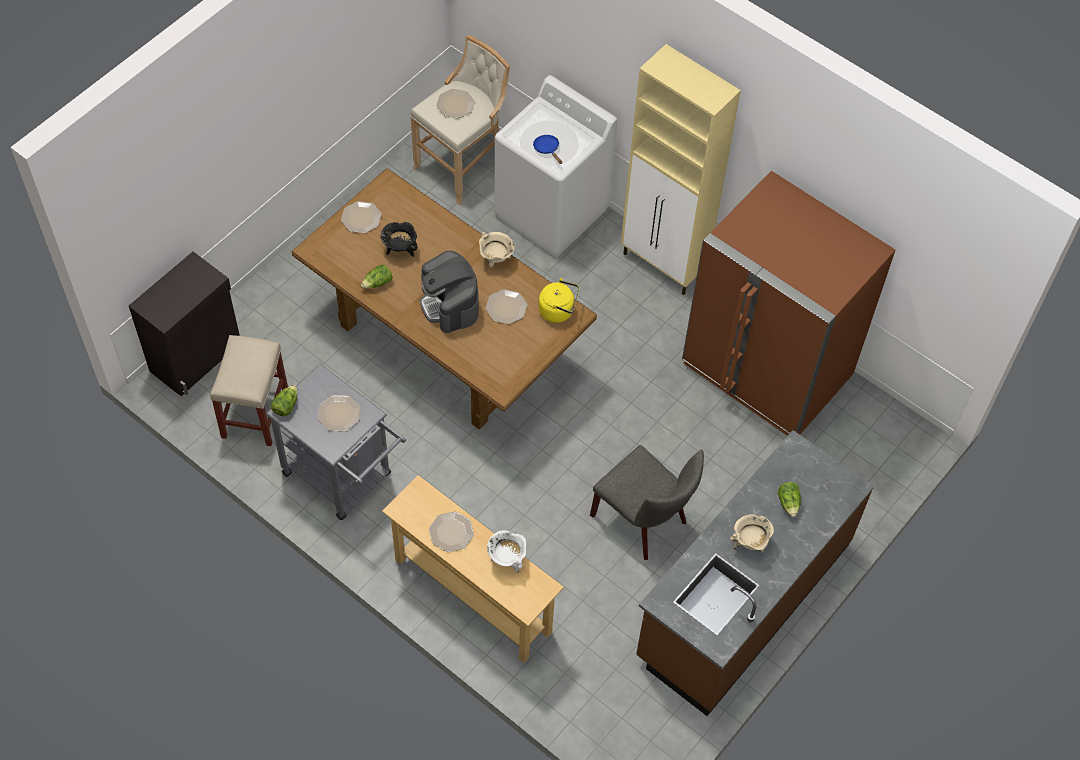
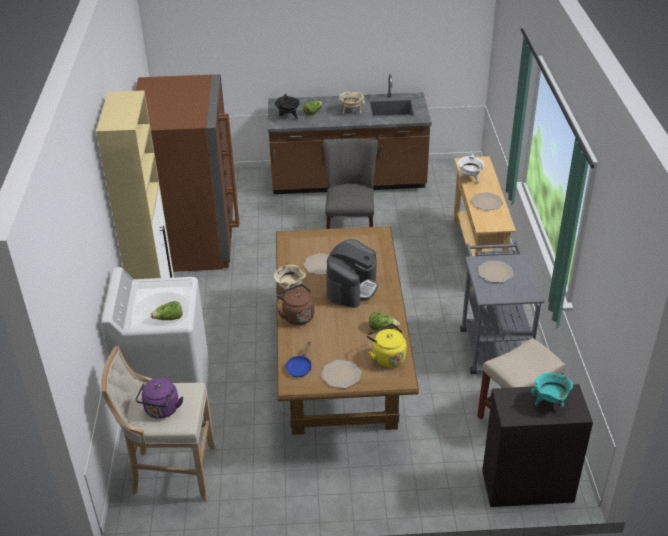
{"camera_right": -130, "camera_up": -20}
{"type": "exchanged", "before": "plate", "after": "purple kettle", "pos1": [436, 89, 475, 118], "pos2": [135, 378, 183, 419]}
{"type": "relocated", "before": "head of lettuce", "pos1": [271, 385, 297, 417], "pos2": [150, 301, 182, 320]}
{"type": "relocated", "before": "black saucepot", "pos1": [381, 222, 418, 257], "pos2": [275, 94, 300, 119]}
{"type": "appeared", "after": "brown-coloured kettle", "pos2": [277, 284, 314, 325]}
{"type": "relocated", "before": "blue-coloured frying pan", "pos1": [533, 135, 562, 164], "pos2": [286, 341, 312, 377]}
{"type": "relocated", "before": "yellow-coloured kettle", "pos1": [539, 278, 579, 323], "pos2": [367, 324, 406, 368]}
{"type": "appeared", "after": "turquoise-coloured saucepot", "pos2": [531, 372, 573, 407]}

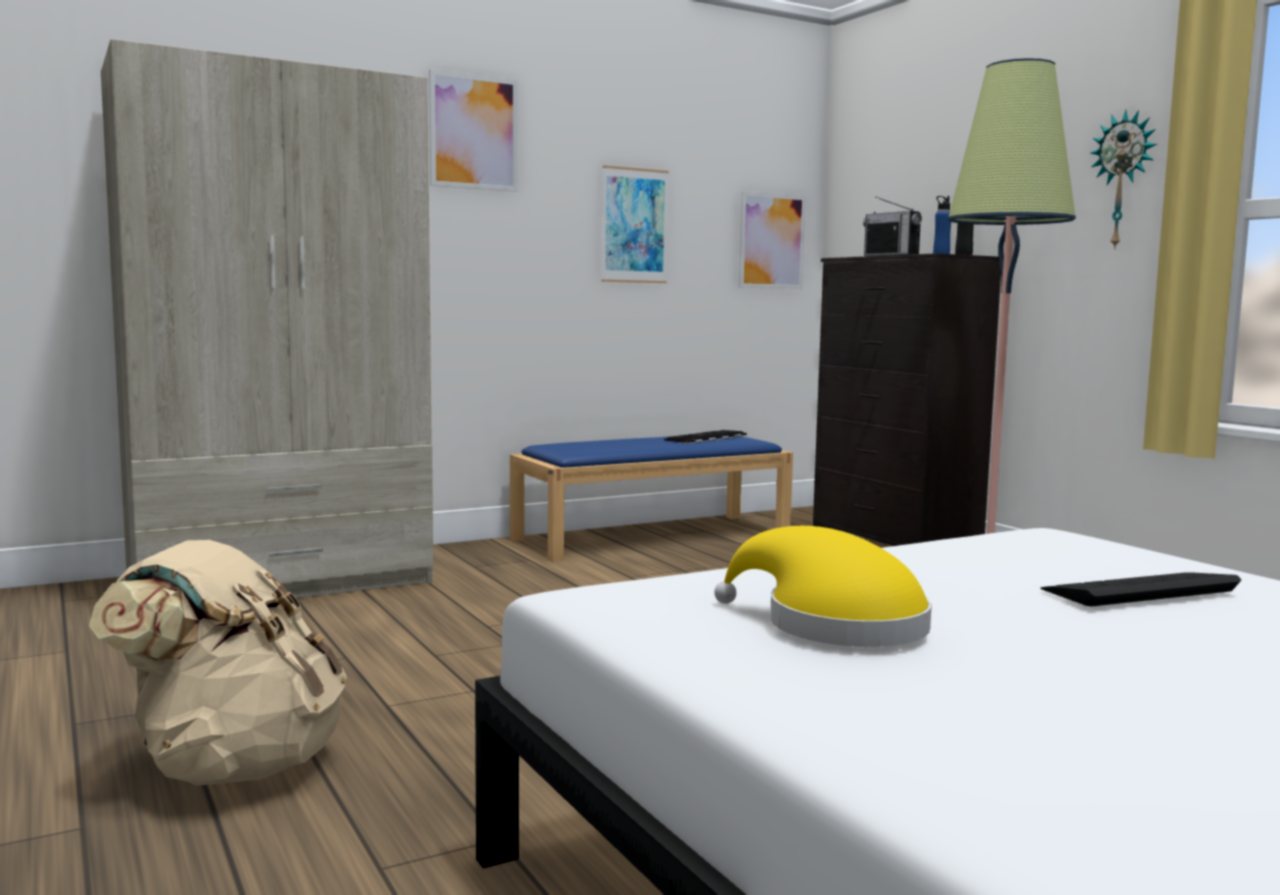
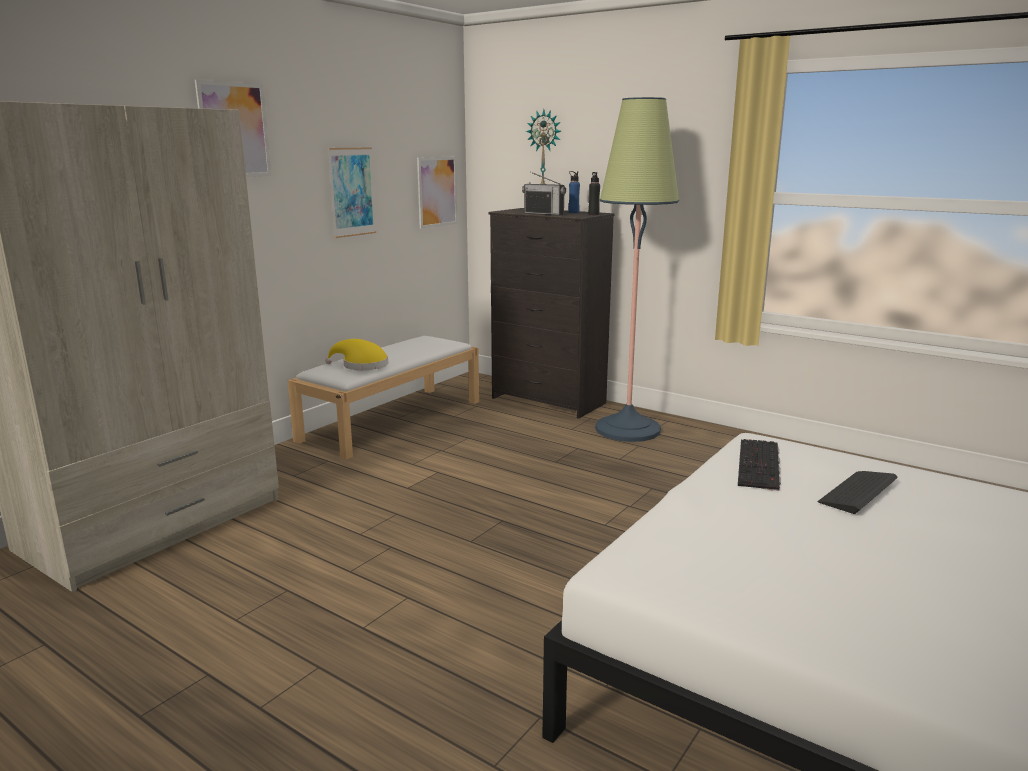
{"camera_right": -25, "camera_up": 10}
{"type": "colour", "before": "blue-coloured long seat", "after": "white long seat", "pos1": [510, 436, 793, 562], "pos2": [287, 336, 479, 460]}
{"type": "relocated", "before": "yellow-coloured wearable hat", "pos1": [714, 526, 932, 647], "pos2": [325, 339, 388, 370]}
{"type": "relocated", "before": "hanging clock", "pos1": [1091, 109, 1157, 250], "pos2": [526, 109, 561, 184]}
{"type": "relocated", "before": "keyboard", "pos1": [664, 430, 747, 444], "pos2": [738, 439, 781, 491]}
{"type": "missing", "before": "beige backpack", "pos1": [89, 540, 347, 786]}

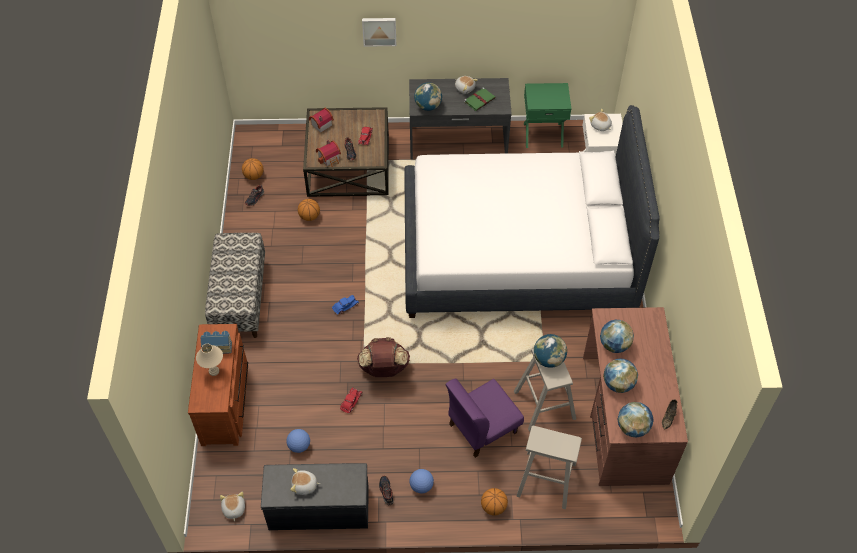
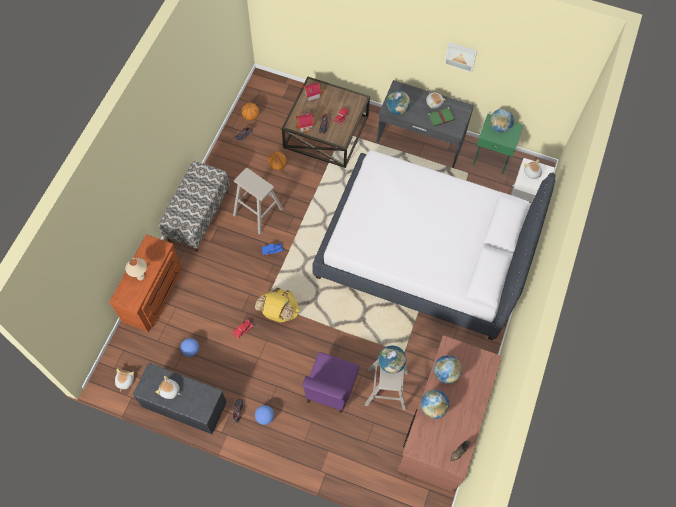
{"camera_right": 20, "camera_up": 10}
{"type": "relocated", "before": "beige stool", "pos1": [516, 426, 582, 510], "pos2": [233, 168, 284, 235]}
{"type": "colour", "before": "brown-coloured backpack", "after": "yellow-coloured backpack", "pos1": [357, 337, 410, 377], "pos2": [255, 288, 299, 322]}
{"type": "spun", "before": "purple plain chair", "pos1": [446, 379, 524, 458], "pos2": [303, 352, 359, 413], "turn": -60}
{"type": "relocated", "before": "wall picture", "pos1": [362, 18, 396, 47], "pos2": [444, 42, 477, 72]}
{"type": "relocated", "before": "globe", "pos1": [618, 402, 654, 438], "pos2": [490, 109, 514, 133]}
{"type": "missing", "before": "model house", "pos1": [200, 331, 232, 354]}
{"type": "missing", "before": "basketball", "pos1": [481, 488, 508, 515]}

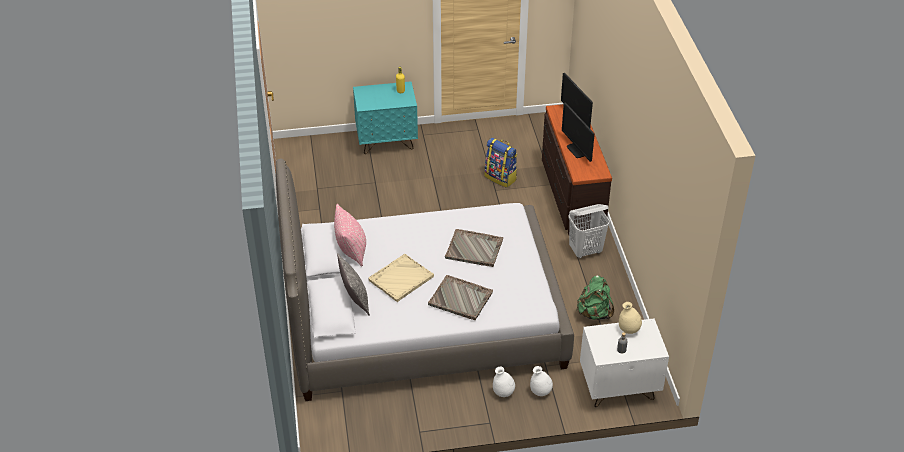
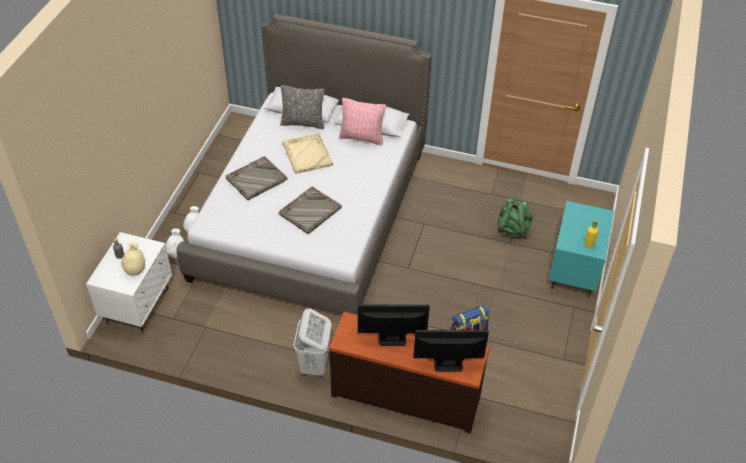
{"camera_right": 115, "camera_up": 5}
{"type": "relocated", "before": "green-coloured backpack", "pos1": [576, 275, 614, 320], "pos2": [497, 197, 533, 239]}

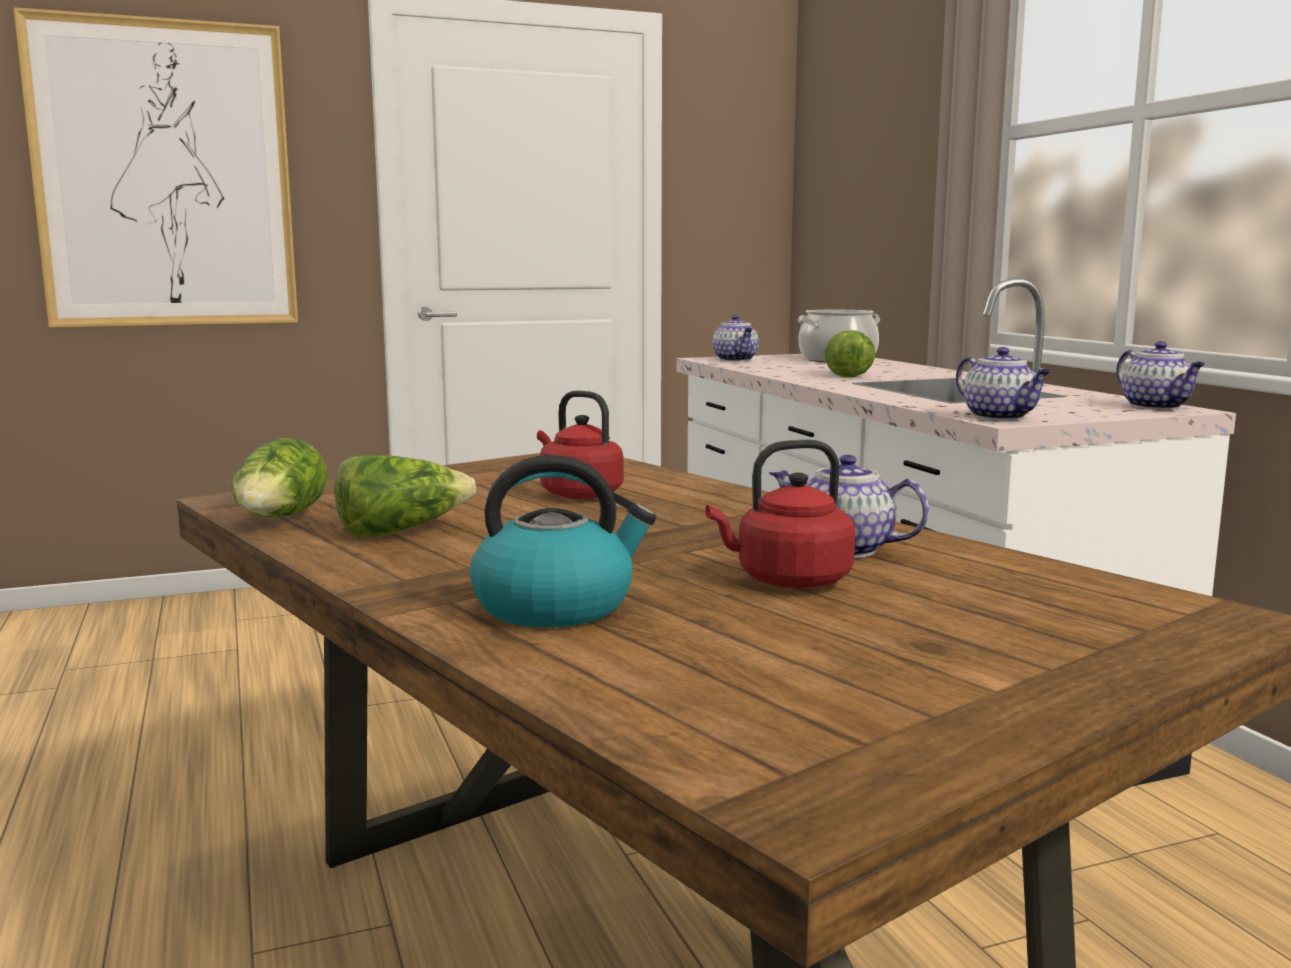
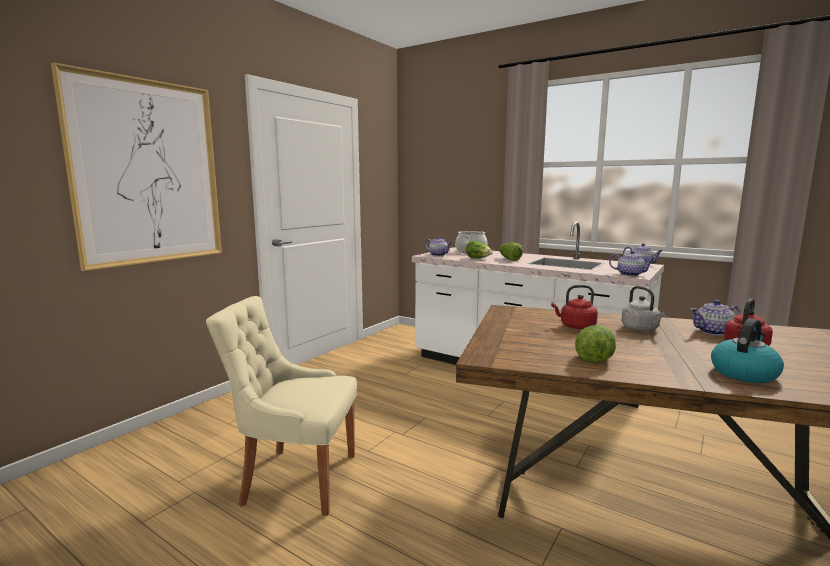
{"camera_right": -35, "camera_up": 0}
{"type": "appeared", "after": "beige plain chair", "pos2": [206, 296, 357, 516]}
{"type": "relocated", "before": "head of lettuce", "pos1": [231, 438, 327, 517], "pos2": [466, 240, 493, 258]}
{"type": "appeared", "after": "grey kettle", "pos2": [621, 286, 666, 331]}

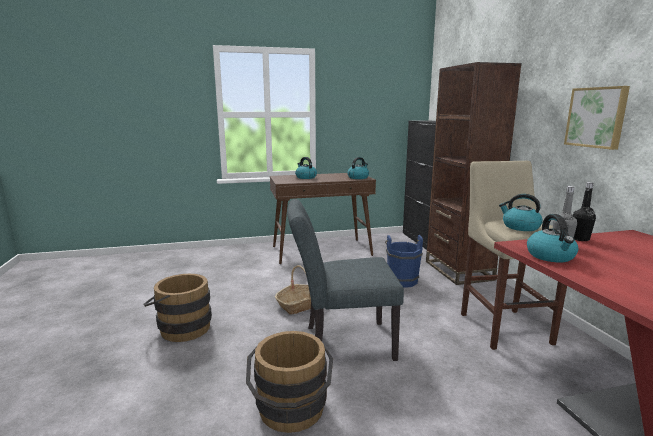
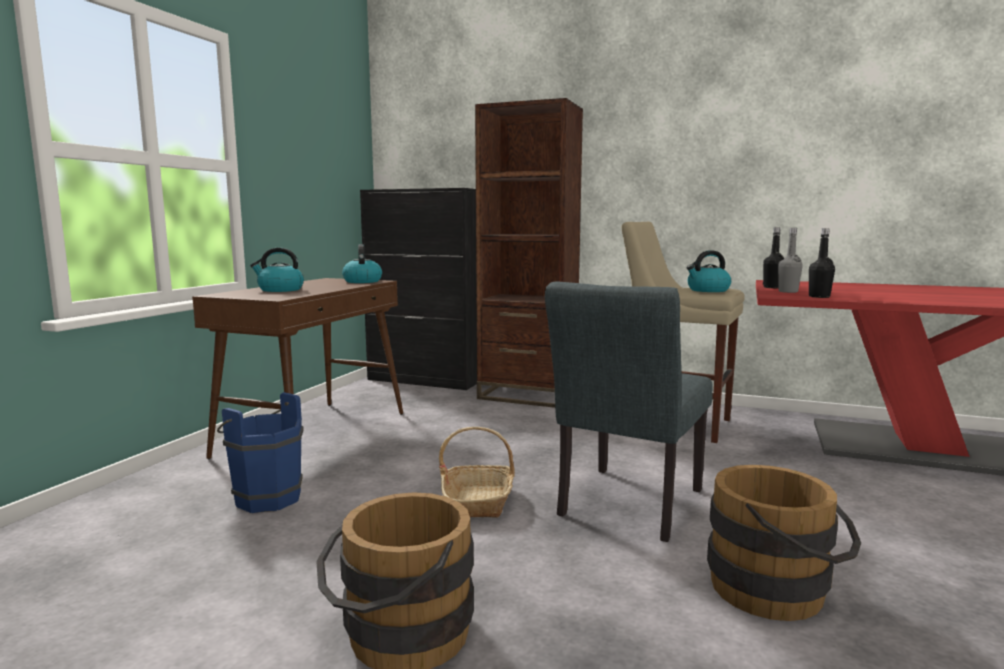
{"camera_right": -55, "camera_up": -5}
{"type": "relocated", "before": "blue-coloured bucket", "pos1": [385, 235, 423, 287], "pos2": [217, 392, 304, 513]}
{"type": "exchanged", "before": "kettle", "after": "black drink bottle", "pos1": [527, 214, 578, 263], "pos2": [809, 228, 835, 298]}
{"type": "missing", "before": "wall picture", "pos1": [564, 86, 630, 150]}

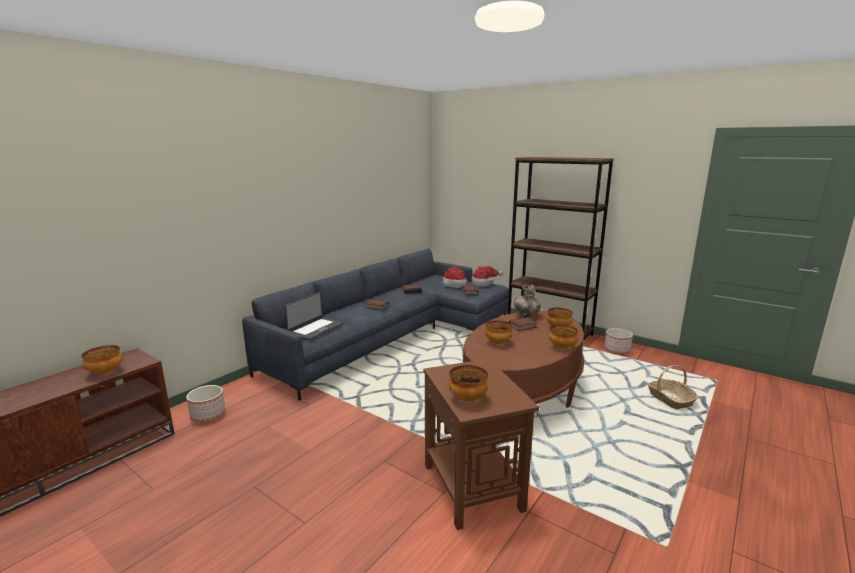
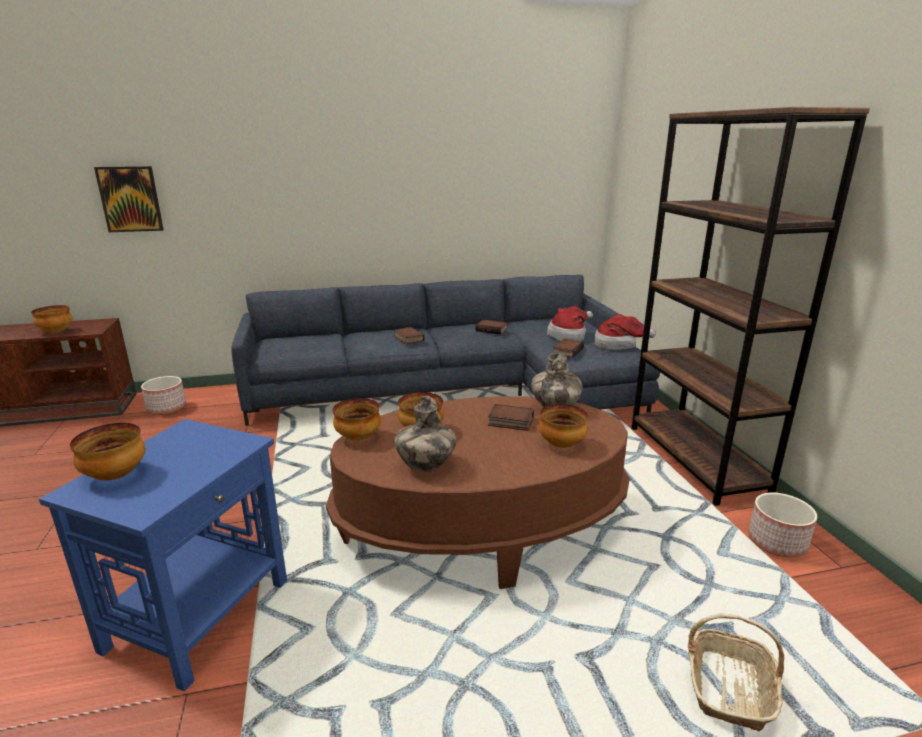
{"camera_right": 40, "camera_up": 5}
{"type": "colour", "before": "brown-coloured side table", "after": "blue-coloured side table", "pos1": [423, 359, 539, 530], "pos2": [39, 419, 287, 691]}
{"type": "appeared", "after": "wall picture", "pos2": [94, 166, 164, 232]}
{"type": "relocated", "before": "deep dish", "pos1": [549, 324, 578, 349], "pos2": [333, 398, 381, 441]}
{"type": "appeared", "after": "vase", "pos2": [394, 396, 457, 472]}
{"type": "missing", "before": "notebook computer", "pos1": [284, 292, 343, 340]}

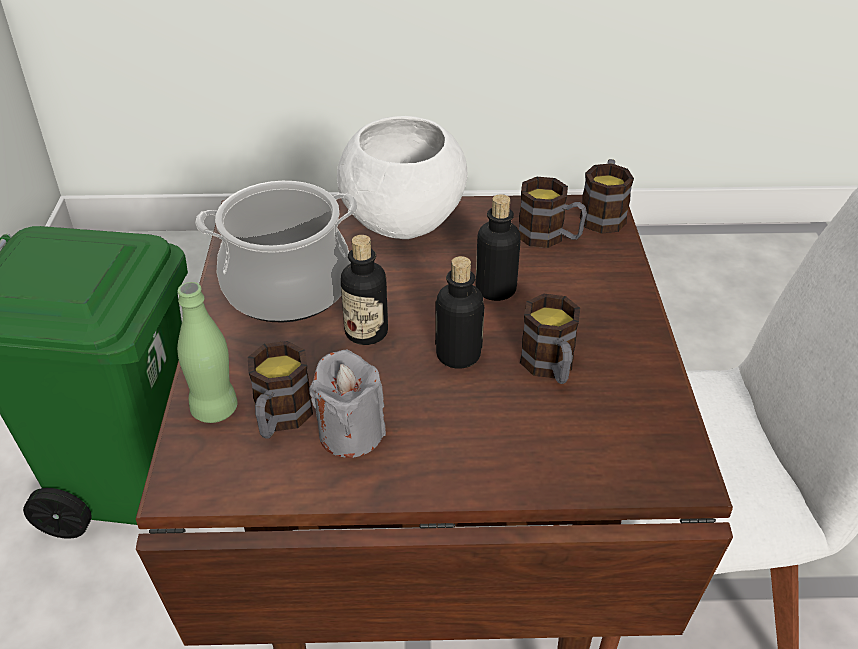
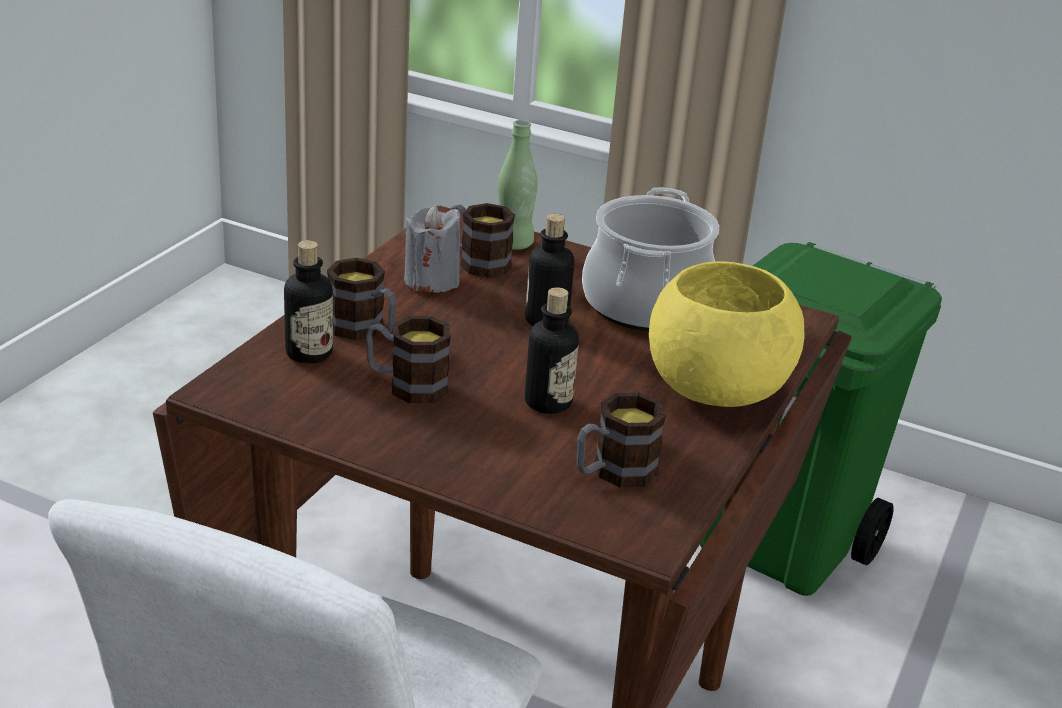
{"camera_right": 115, "camera_up": -10}
{"type": "relocated", "before": "drink bottle", "pos1": [435, 256, 484, 369], "pos2": [284, 240, 333, 364]}
{"type": "relocated", "before": "coffee mug", "pos1": [580, 159, 634, 234], "pos2": [327, 258, 397, 340]}
{"type": "colour", "before": "white deep dish", "after": "yellow-coloured deep dish", "pos1": [337, 116, 467, 239], "pos2": [649, 261, 804, 407]}

